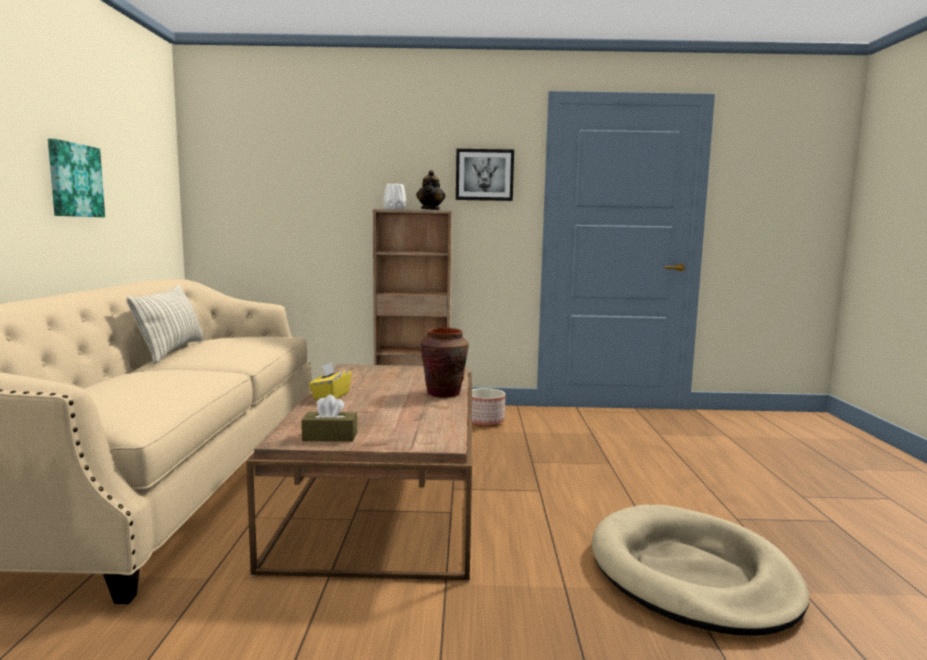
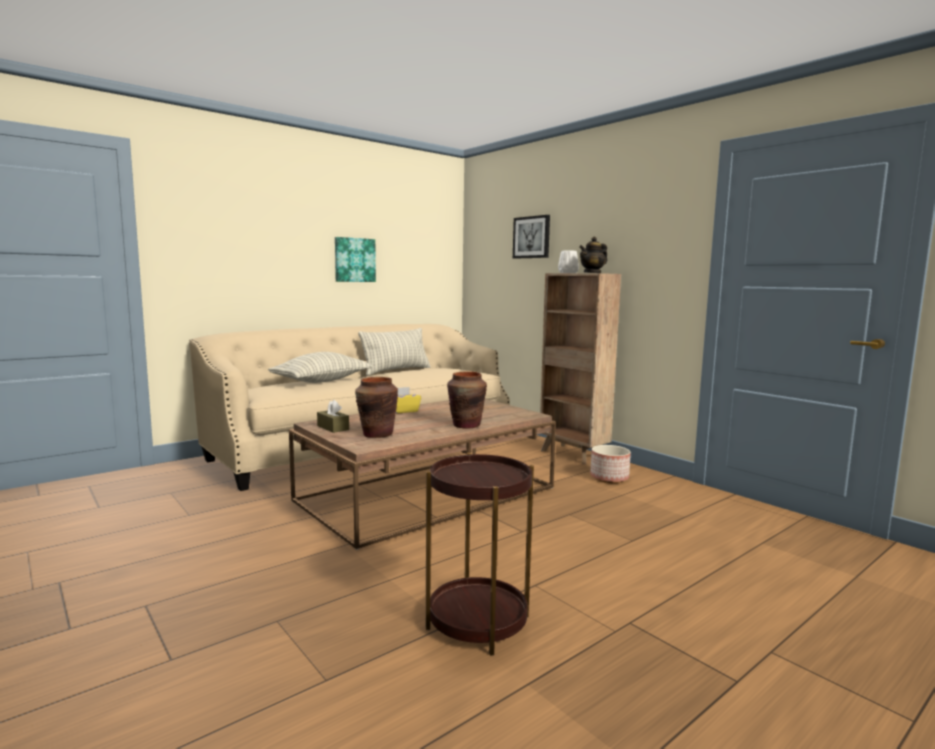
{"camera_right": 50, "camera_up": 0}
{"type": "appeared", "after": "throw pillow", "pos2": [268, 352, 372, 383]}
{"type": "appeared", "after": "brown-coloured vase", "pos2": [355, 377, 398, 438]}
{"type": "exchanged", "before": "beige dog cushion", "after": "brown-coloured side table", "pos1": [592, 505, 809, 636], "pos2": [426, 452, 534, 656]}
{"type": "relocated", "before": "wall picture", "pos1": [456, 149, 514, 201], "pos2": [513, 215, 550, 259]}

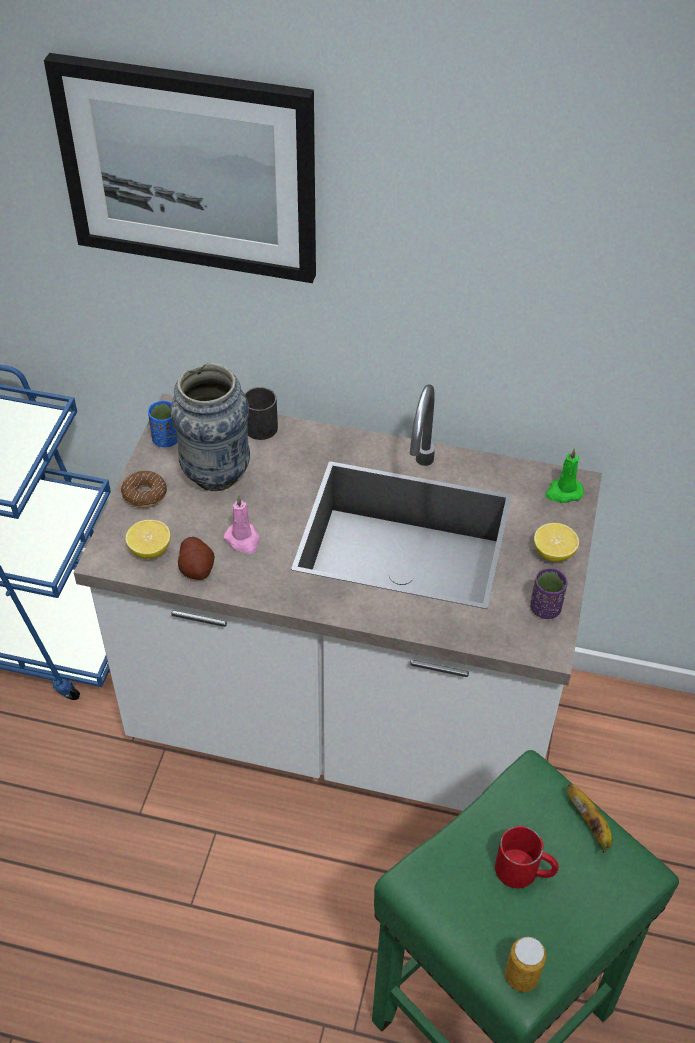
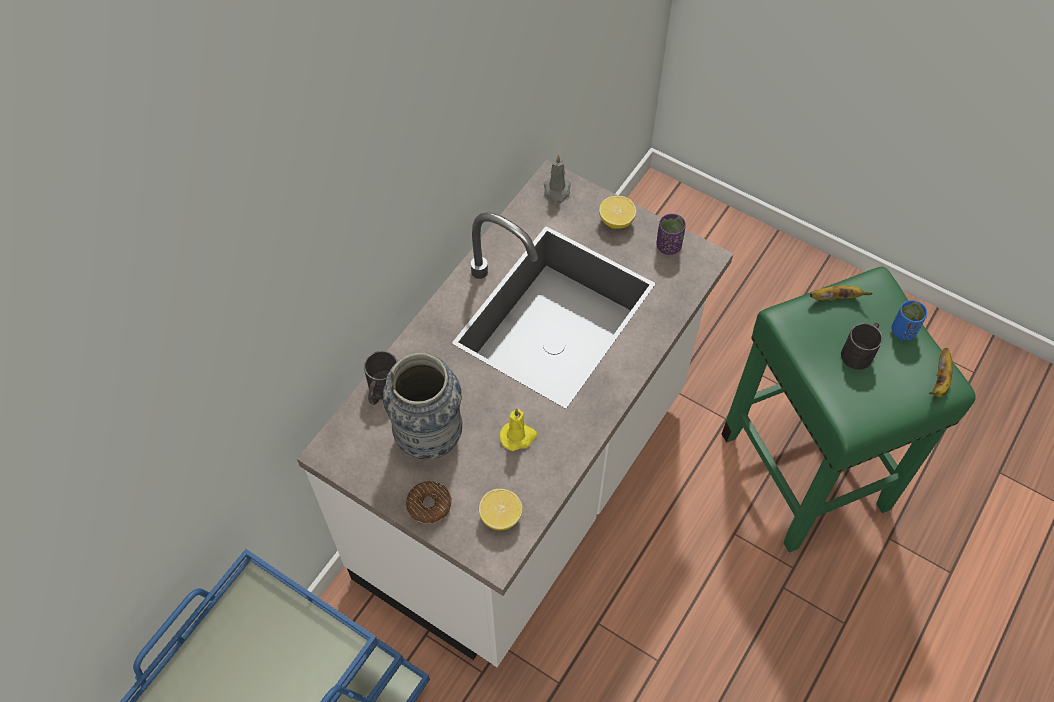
{"camera_right": -70, "camera_up": 10}
{"type": "colour", "before": "pink wax light", "after": "yellow-coloured wax light", "pos1": [224, 496, 260, 554], "pos2": [500, 408, 537, 451]}
{"type": "colour", "before": "green-coloured wax light", "after": "grey wax light", "pos1": [545, 448, 584, 503], "pos2": [544, 155, 571, 204]}
{"type": "colour", "before": "red coffee mug", "after": "black coffee mug", "pos1": [495, 826, 559, 888], "pos2": [841, 323, 883, 370]}
{"type": "relocated", "before": "blue-coloured drinking cup", "pos1": [148, 401, 178, 447], "pos2": [892, 300, 927, 340]}
{"type": "exchanged", "before": "metal can", "after": "whole banana", "pos1": [505, 937, 546, 992], "pos2": [929, 348, 953, 398]}
{"type": "missing", "before": "wall picture", "pos1": [44, 53, 316, 283]}
{"type": "missing", "before": "whole potato", "pos1": [178, 537, 215, 580]}

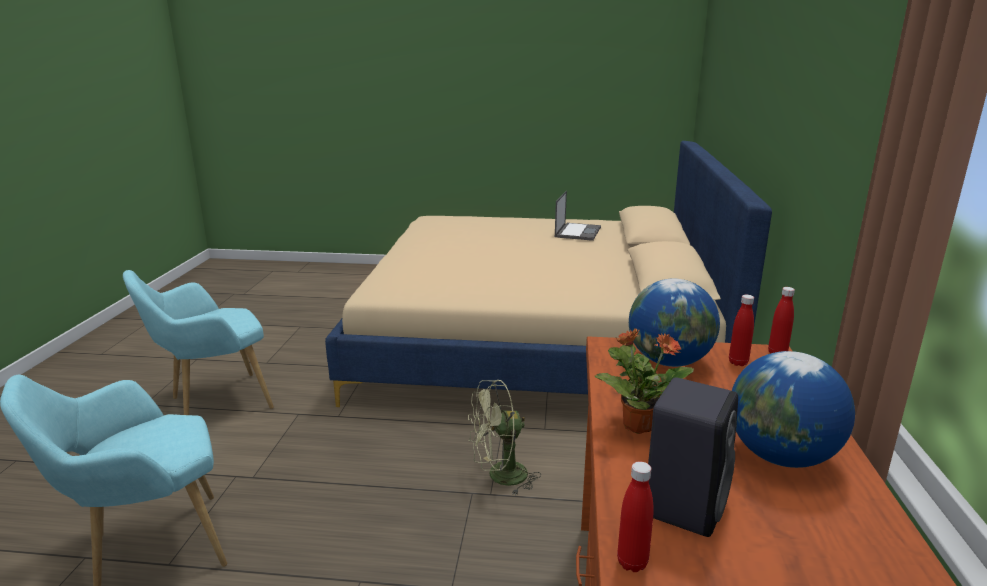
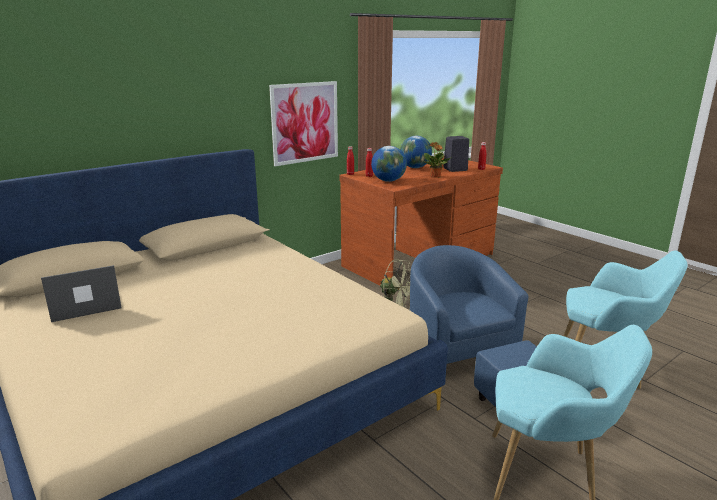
{"camera_right": -135, "camera_up": 0}
{"type": "appeared", "after": "wall picture", "pos2": [269, 81, 338, 166]}
{"type": "appeared", "after": "blue-coloured easy chair", "pos2": [410, 245, 537, 407]}

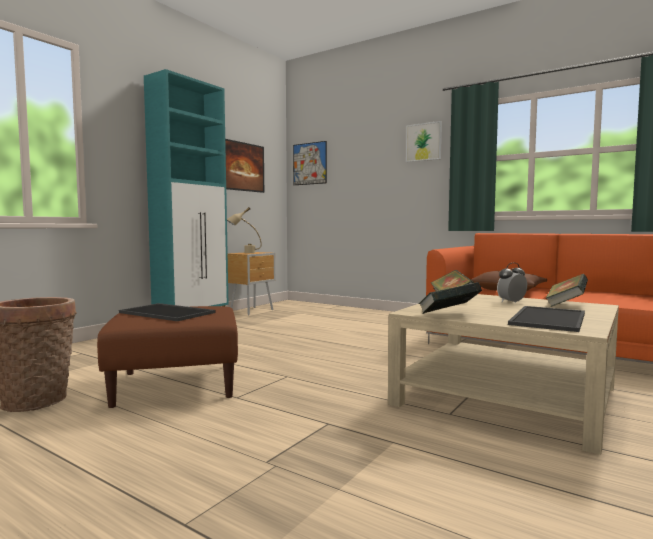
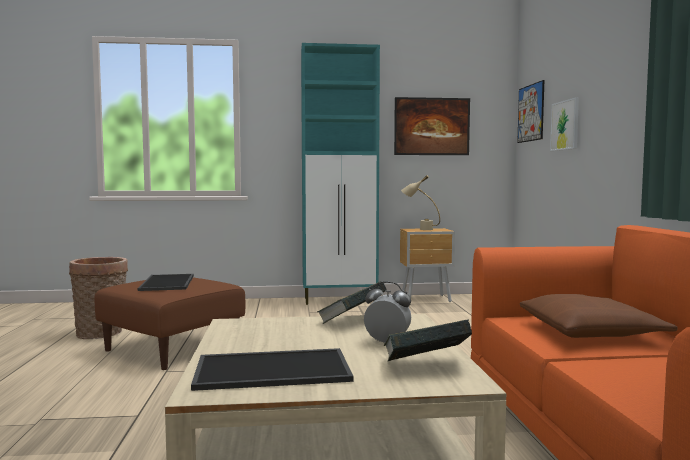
{"camera_right": 50, "camera_up": 0}
{"type": "relocated", "before": "wall picture", "pos1": [406, 121, 442, 162], "pos2": [550, 97, 579, 151]}
{"type": "missing", "before": "bound book", "pos1": [419, 282, 482, 314]}

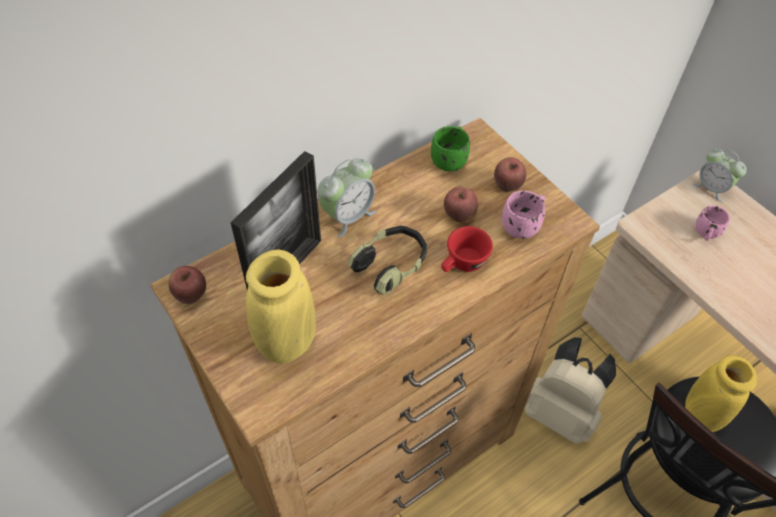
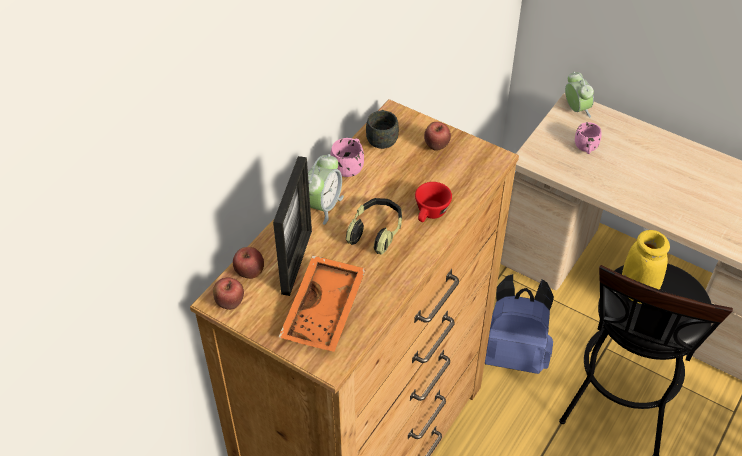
{"camera_right": -20, "camera_up": -5}
{"type": "relocated", "before": "apple", "pos1": [444, 187, 478, 223], "pos2": [233, 247, 264, 279]}
{"type": "exchanged", "before": "yellow-coloured vase", "after": "orange-coloured carrying tray", "pos1": [246, 250, 316, 363], "pos2": [279, 255, 366, 352]}
{"type": "relocated", "before": "pink coffee mug", "pos1": [502, 190, 545, 239], "pos2": [330, 138, 364, 177]}
{"type": "colour", "before": "green-coloured coffee mug", "after": "grey coffee mug", "pos1": [431, 126, 470, 171], "pos2": [366, 110, 399, 149]}
{"type": "colour", "before": "beige backpack", "after": "blue-coloured backpack", "pos1": [525, 337, 616, 444], "pos2": [485, 274, 554, 374]}
{"type": "spun", "before": "alarm clock", "pos1": [693, 149, 747, 202], "pos2": [565, 72, 594, 118], "turn": -135}

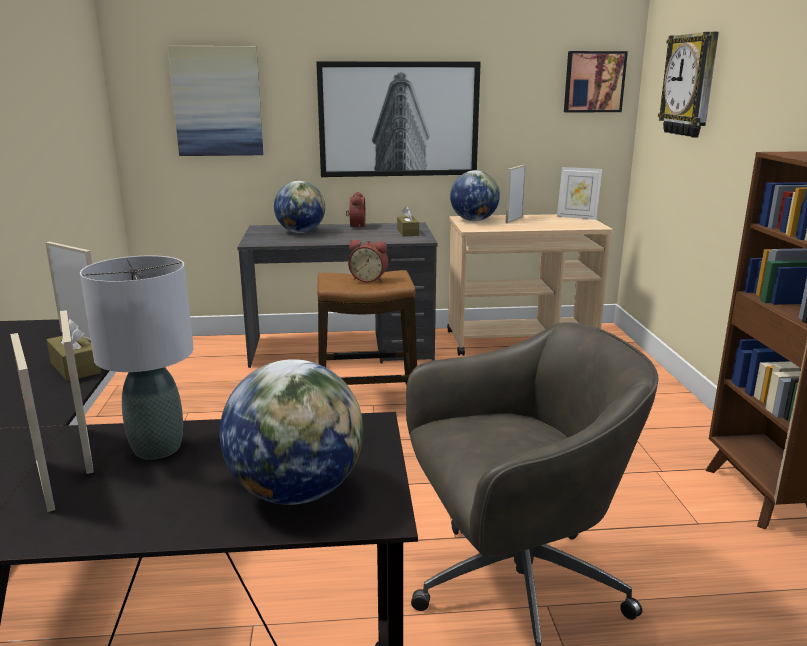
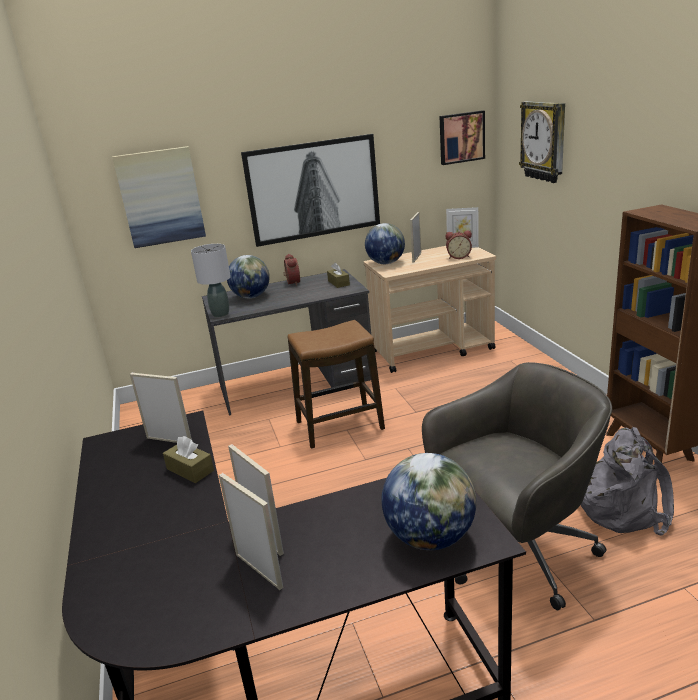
{"camera_right": -10, "camera_up": 5}
{"type": "relocated", "before": "grey tabletop lamp", "pos1": [80, 256, 193, 459], "pos2": [191, 244, 231, 317]}
{"type": "relocated", "before": "alarm clock", "pos1": [348, 240, 388, 283], "pos2": [445, 230, 472, 259]}
{"type": "appeared", "after": "grey backpack", "pos2": [581, 427, 674, 536]}

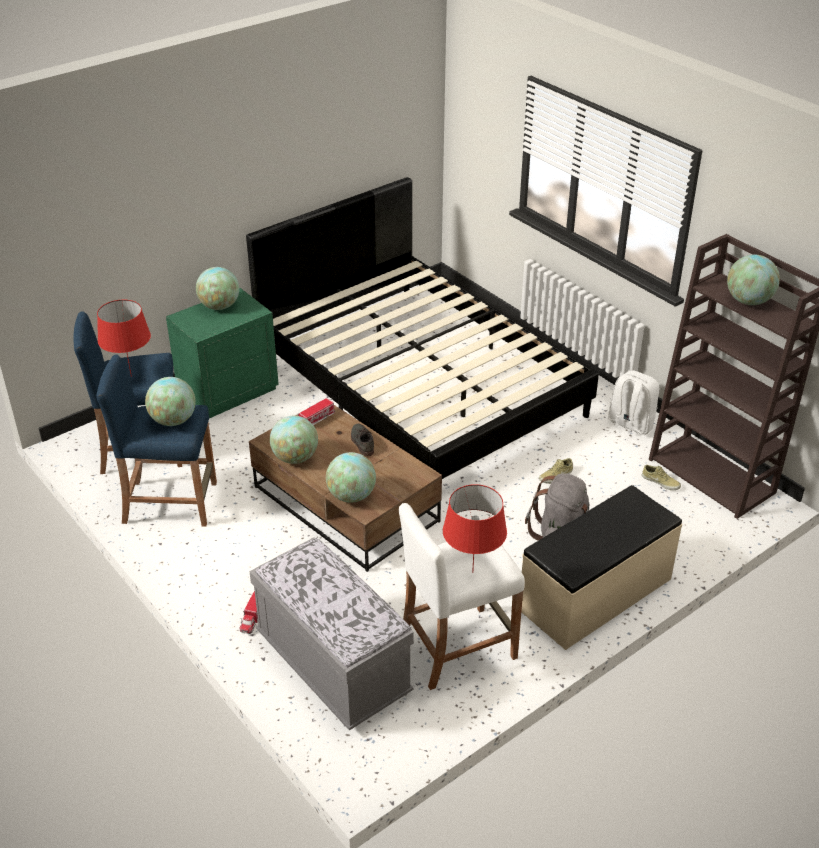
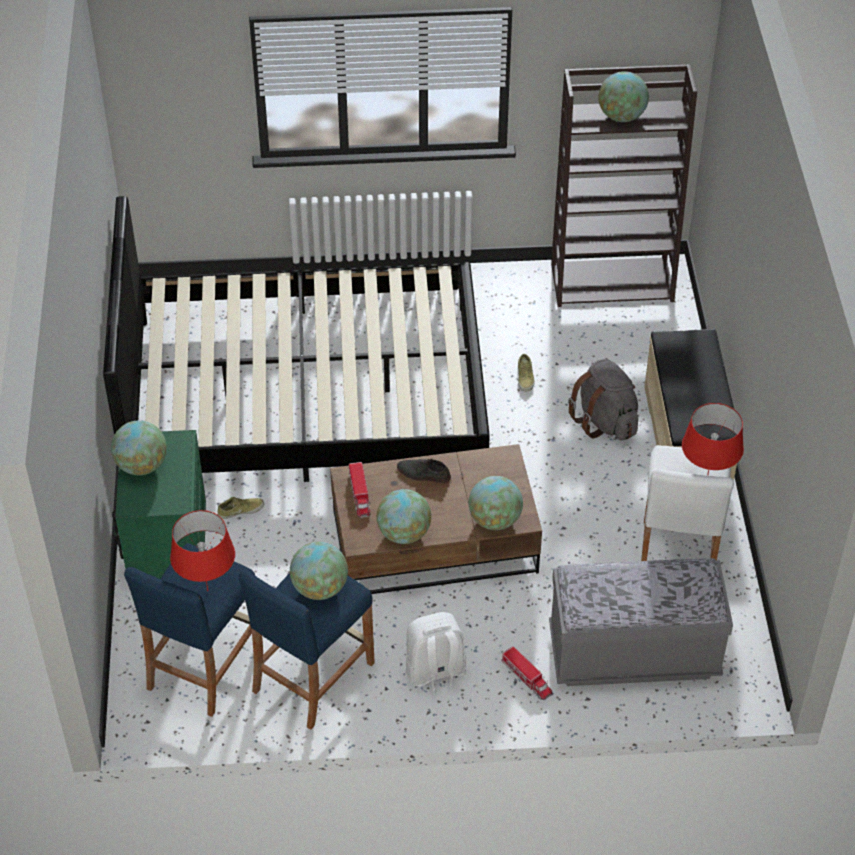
{"camera_right": -55, "camera_up": 10}
{"type": "relocated", "before": "beige item of footwear", "pos1": [642, 465, 681, 490], "pos2": [218, 497, 264, 519]}
{"type": "relocated", "before": "white backpack", "pos1": [607, 370, 659, 441], "pos2": [406, 612, 466, 702]}

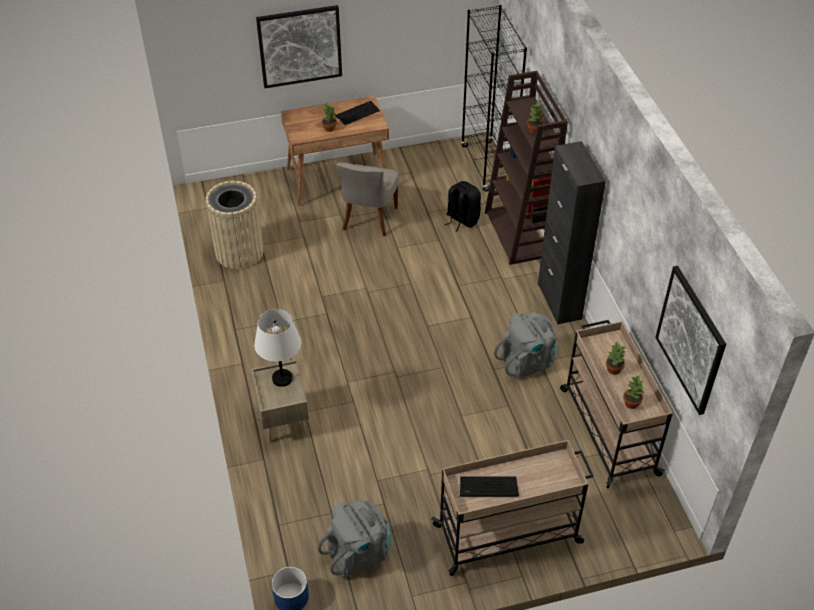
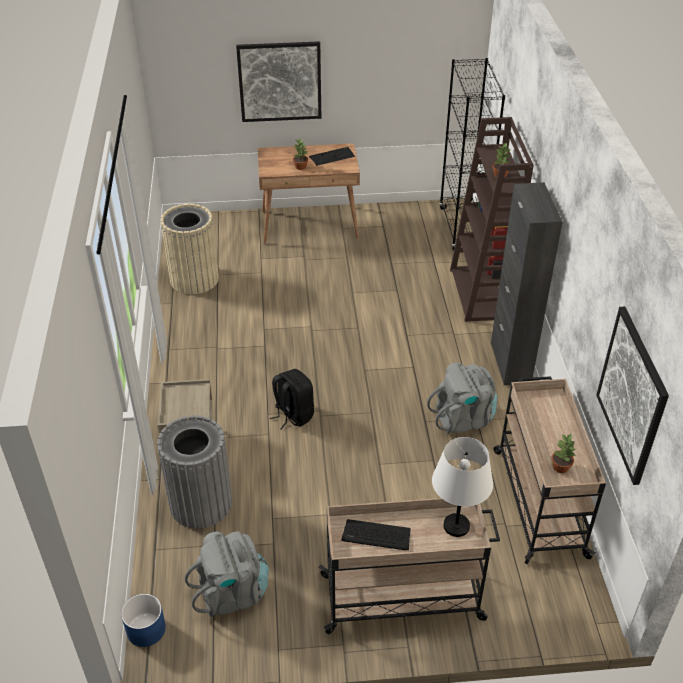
{"camera_right": 10, "camera_up": -5}
{"type": "appeared", "after": "grey waste bin", "pos2": [157, 415, 232, 529]}
{"type": "relocated", "before": "black backpack", "pos1": [444, 181, 481, 232], "pos2": [270, 369, 314, 430]}
{"type": "relocated", "before": "white tabletop lamp", "pos1": [254, 309, 301, 387], "pos2": [432, 437, 493, 537]}
{"type": "missing", "before": "grey plain chair", "pos1": [336, 162, 399, 236]}
{"type": "missing", "before": "plant in a pot", "pos1": [606, 342, 627, 375]}

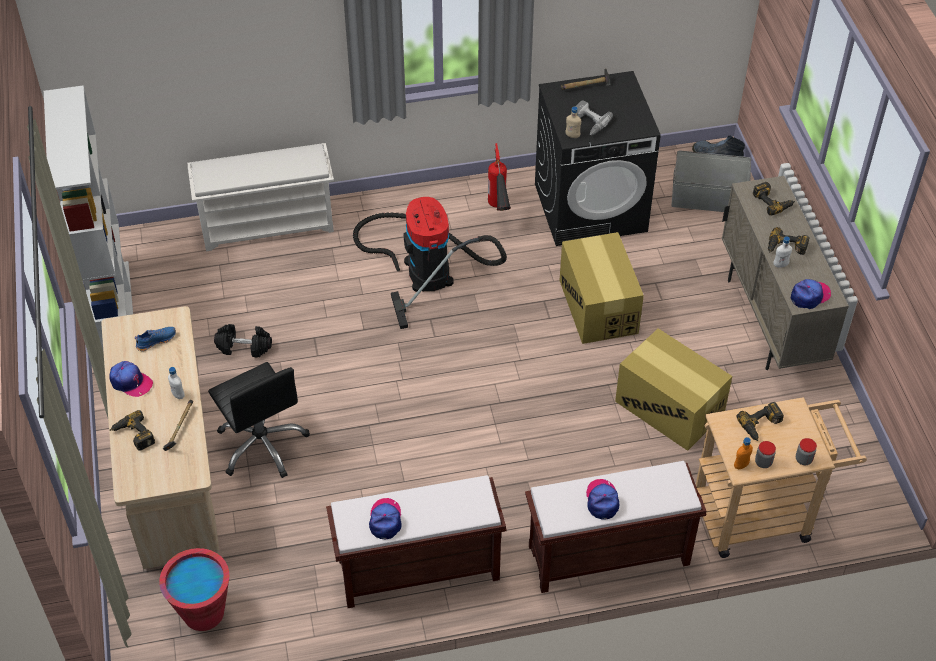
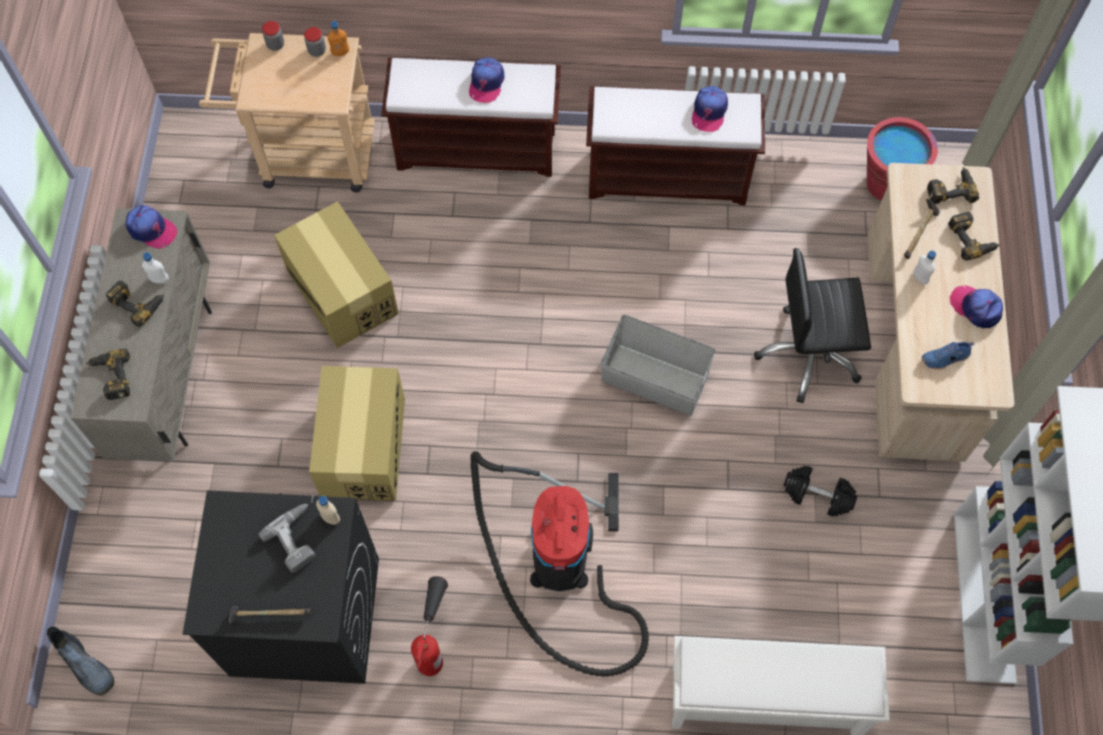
{"camera_right": -165, "camera_up": 15}
{"type": "spun", "before": "peaked cap", "pos1": [791, 279, 831, 309], "pos2": [126, 205, 177, 249], "turn": -135}
{"type": "relocated", "before": "grey storage container", "pos1": [671, 150, 751, 212], "pos2": [601, 315, 716, 415]}
{"type": "spun", "before": "black desk chair", "pos1": [208, 362, 310, 478], "pos2": [754, 248, 871, 403], "turn": -75}
{"type": "relocated", "before": "electric drill", "pos1": [737, 402, 784, 441], "pos2": [927, 167, 979, 204]}

